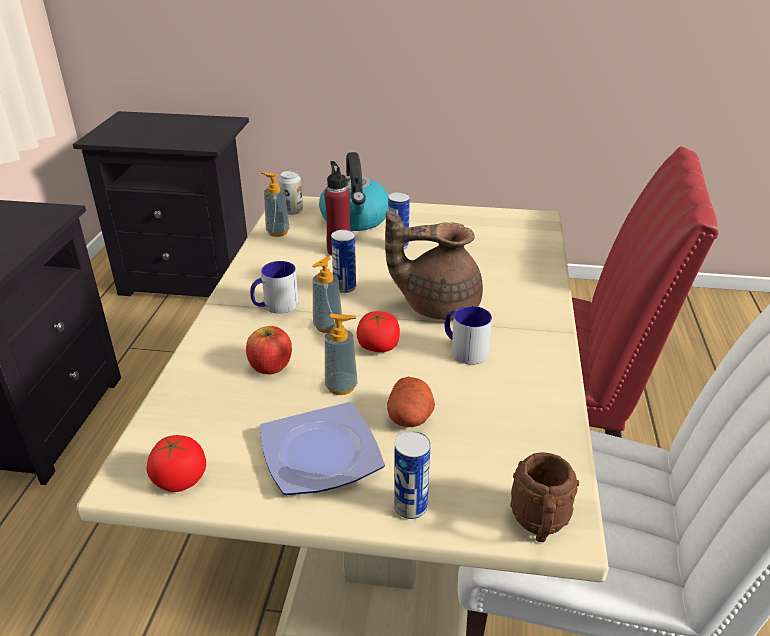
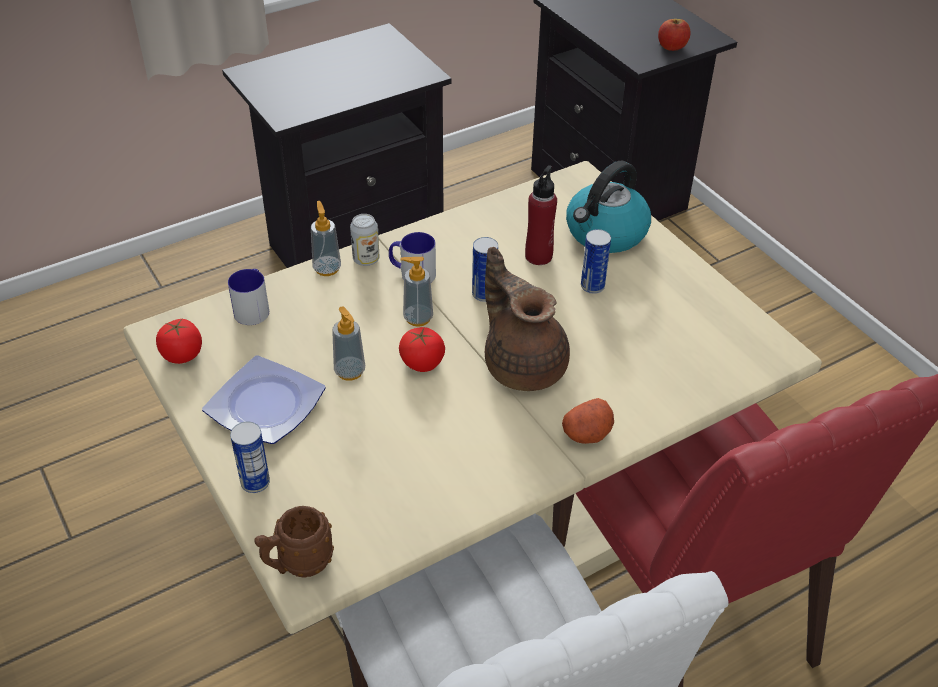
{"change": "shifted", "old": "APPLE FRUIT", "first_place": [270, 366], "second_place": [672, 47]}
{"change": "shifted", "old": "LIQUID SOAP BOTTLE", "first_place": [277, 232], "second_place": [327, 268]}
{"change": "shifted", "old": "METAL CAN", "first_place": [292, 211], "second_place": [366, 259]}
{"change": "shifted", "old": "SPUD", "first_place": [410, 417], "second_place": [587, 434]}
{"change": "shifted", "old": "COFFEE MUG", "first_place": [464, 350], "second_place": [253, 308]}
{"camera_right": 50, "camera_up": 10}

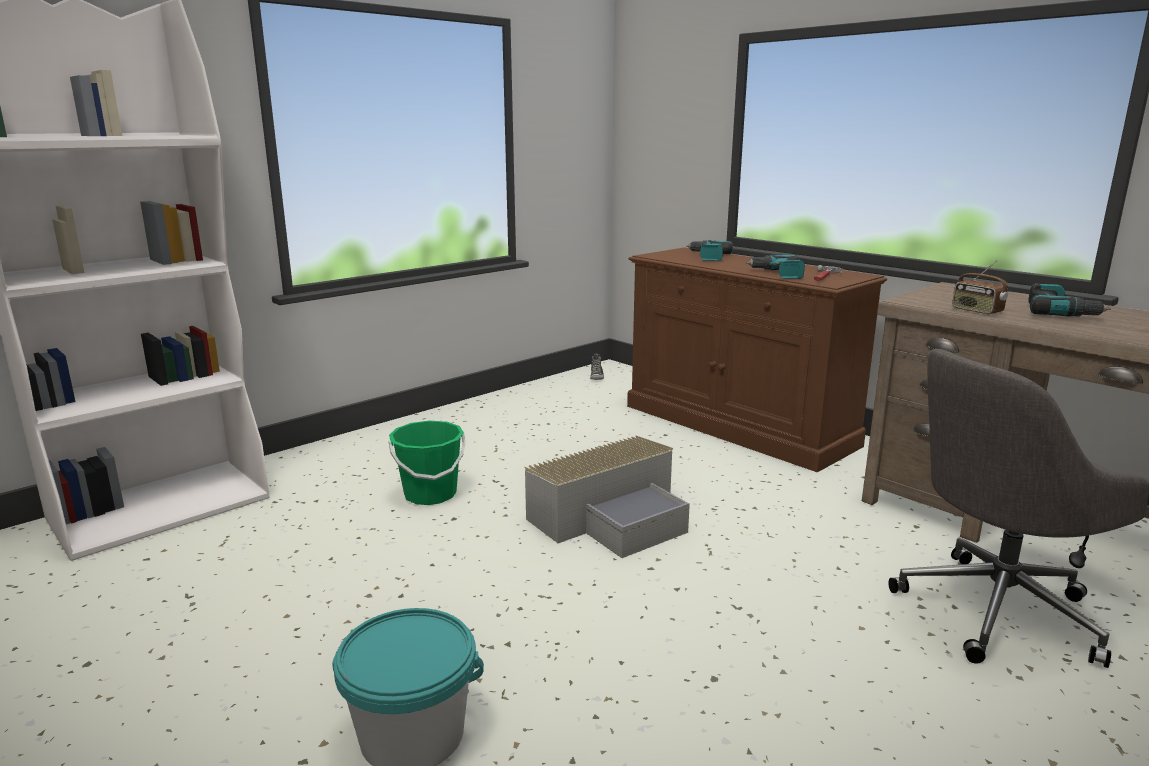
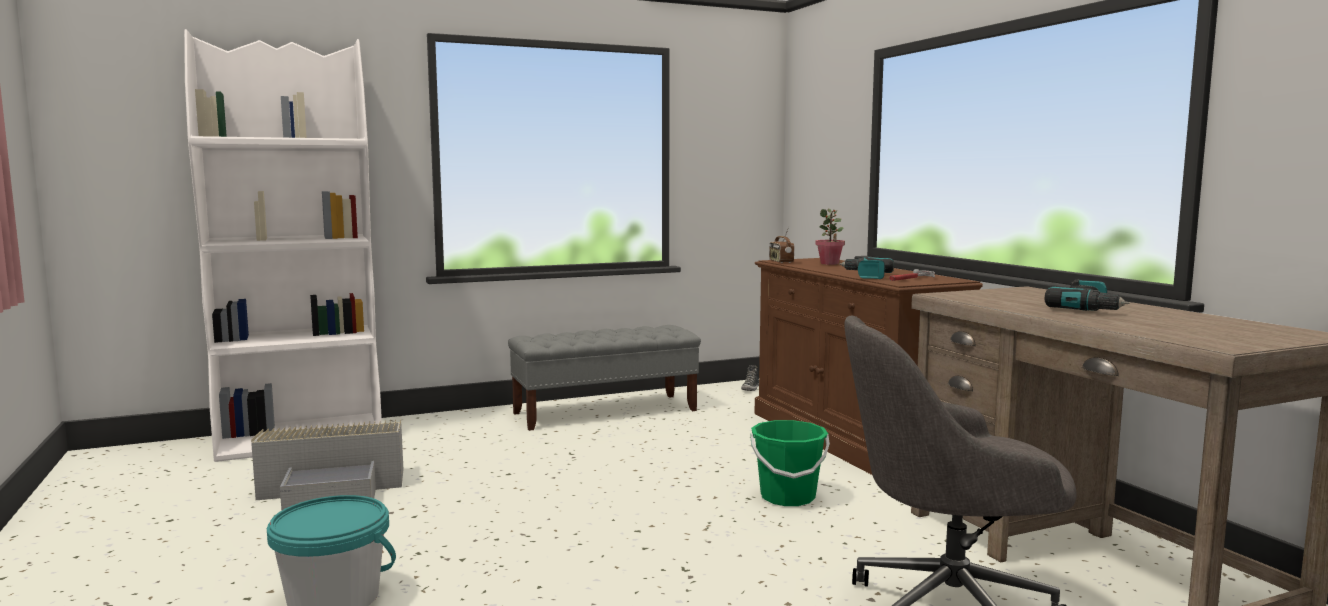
{"change": "new", "new": "GREYISH BENCH", "second_place": [606, 412]}
{"change": "shifted", "old": "GREEN-COLOURED WATER BUCKET", "first_place": [430, 494], "second_place": [787, 497]}
{"change": "shifted", "old": "GREYISH STORAGE BIN", "first_place": [612, 517], "second_place": [334, 489]}
{"change": "shifted", "old": "RADIO RECEIVER", "first_place": [976, 311], "second_place": [780, 262]}
{"change": "swapped", "old": "POWER DRILL", "new": "POTTED PLANT", "first_place": [708, 257], "second_place": [829, 263]}
{"camera_right": 20, "camera_up": -10}

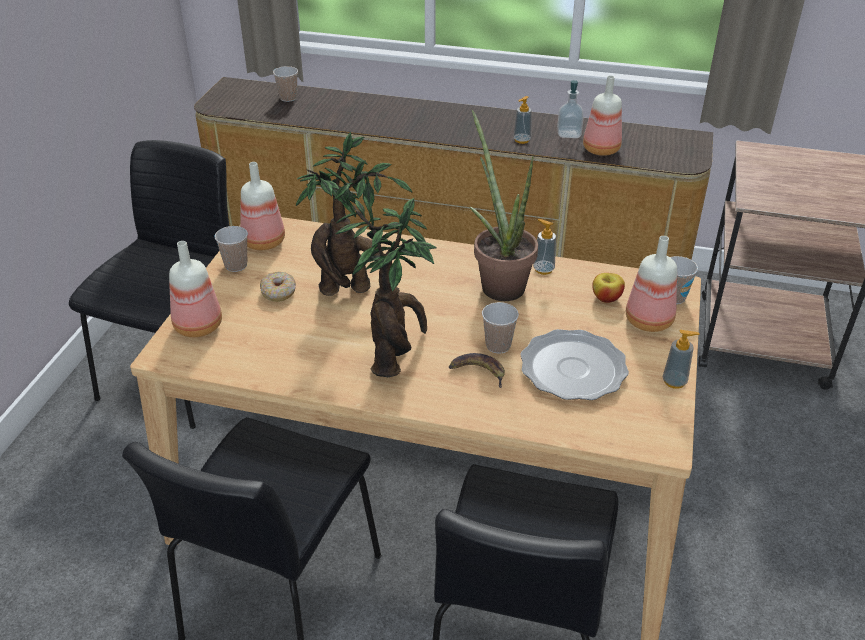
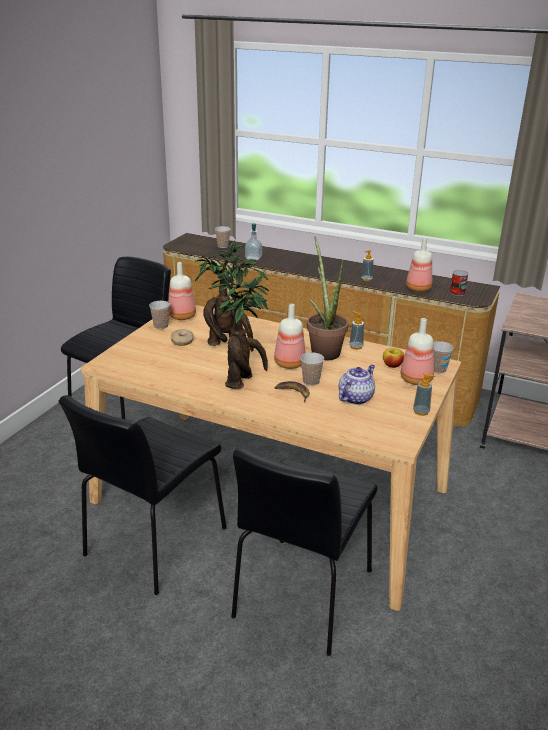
{"change": "new", "new": "METAL CAN", "second_place": [457, 292]}
{"change": "shifted", "old": "BEVERAGE BOTTLE", "first_place": [197, 326], "second_place": [288, 363]}
{"change": "shifted", "old": "LIQUID SOAP BOTTLE", "first_place": [569, 134], "second_place": [253, 258]}
{"change": "swapped", "old": "FLAT DISH", "new": "TEA POT", "first_place": [573, 368], "second_place": [355, 398]}
{"camera_right": 10, "camera_up": -10}

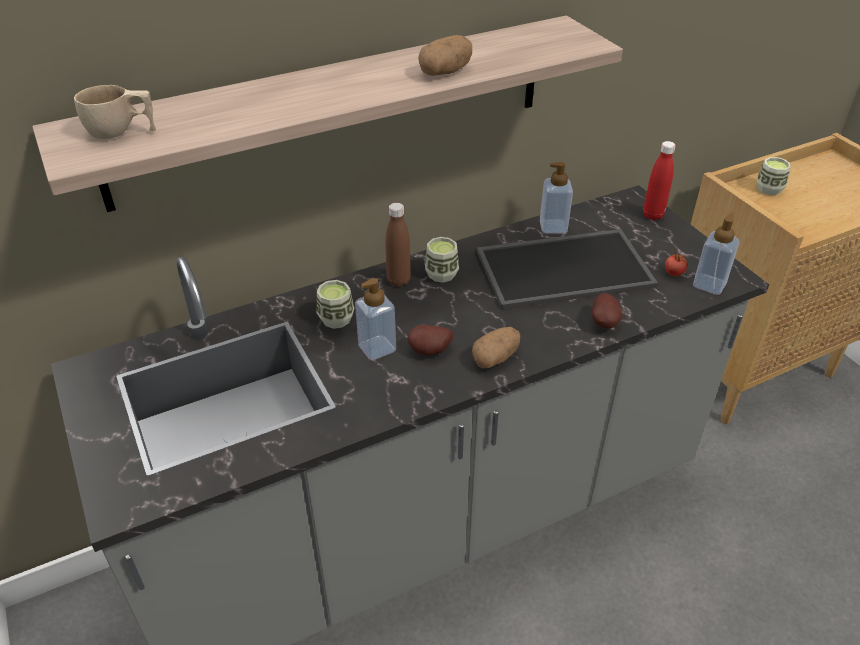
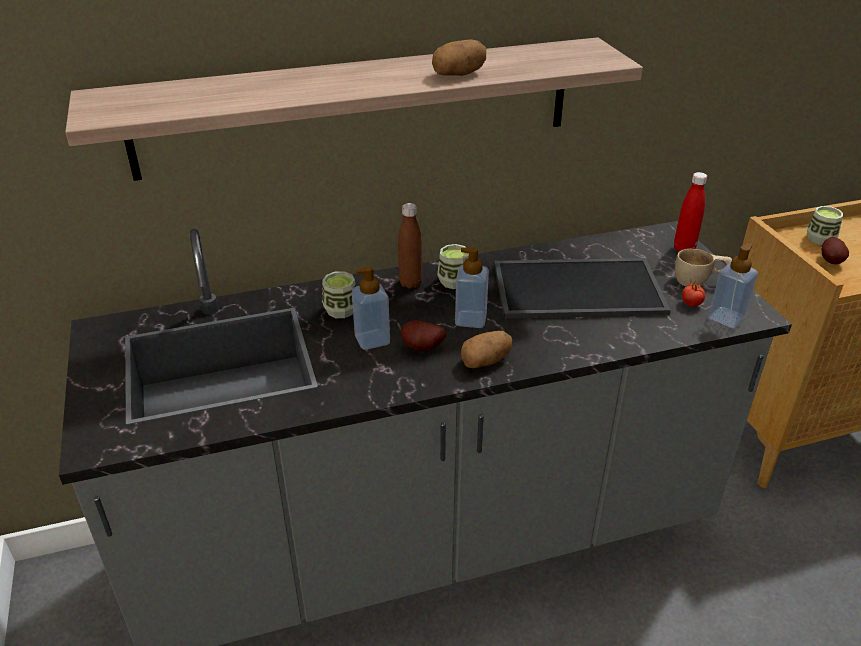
{"change": "shifted", "old": "BEIGE DRINKING CUP", "first_place": [121, 132], "second_place": [698, 282]}
{"change": "shifted", "old": "LIQUID SOAP BOTTLE", "first_place": [553, 227], "second_place": [470, 319]}
{"change": "shifted", "old": "SPUD", "first_place": [605, 323], "second_place": [831, 262]}
{"camera_right": 10, "camera_up": -5}

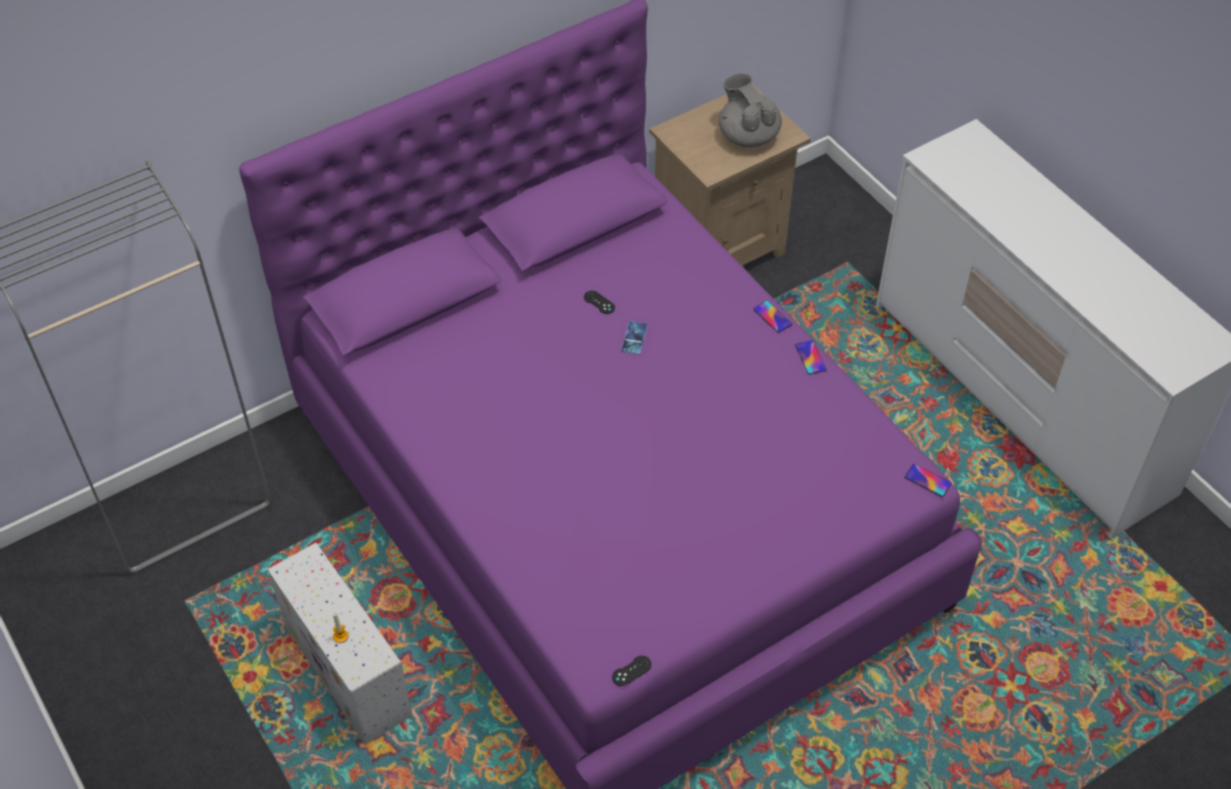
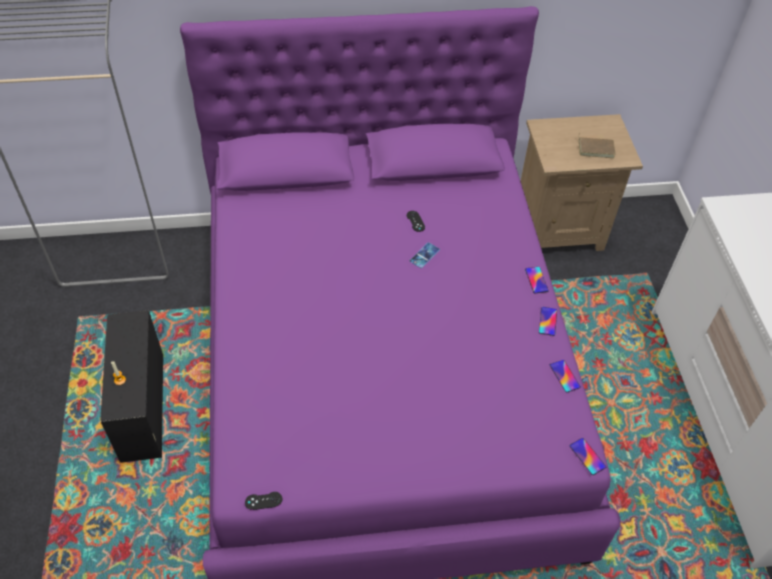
{"change": "new", "new": "HANDSET", "second_place": [564, 376]}
{"change": "swapped", "old": "GREYISH TEA POT", "new": "BROWN-COLOURED BOOK", "first_place": [748, 135], "second_place": [596, 148]}
{"change": "repainted", "old": "WHITISH STORAGE BIN", "new": "BLACKISH STORAGE BIN", "first_place": [349, 672], "second_place": [143, 408]}
{"camera_right": 25, "camera_up": 0}

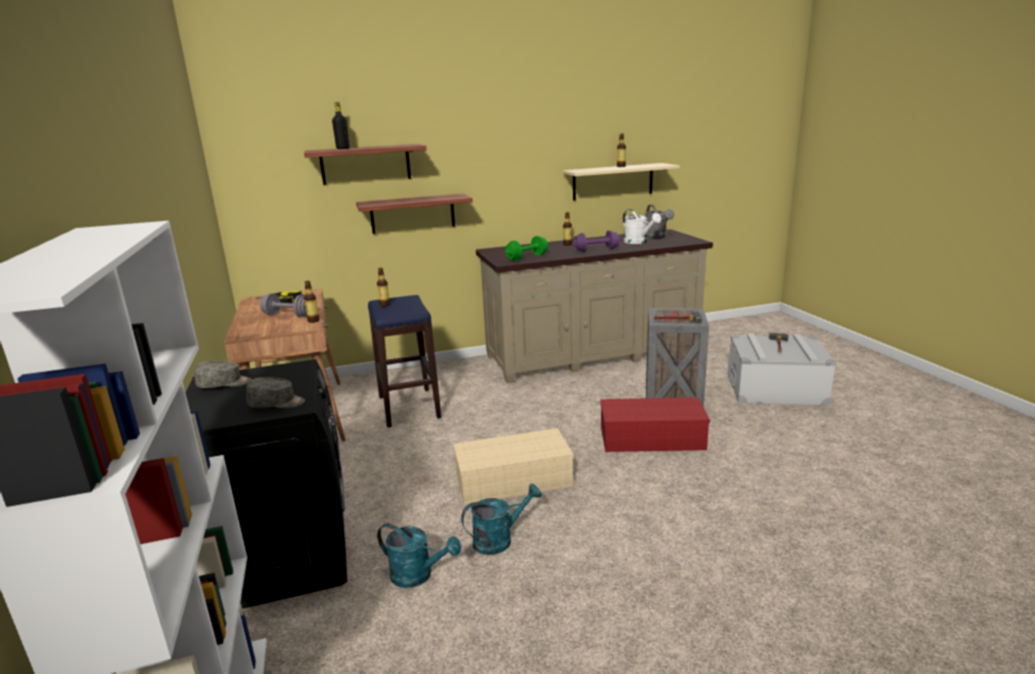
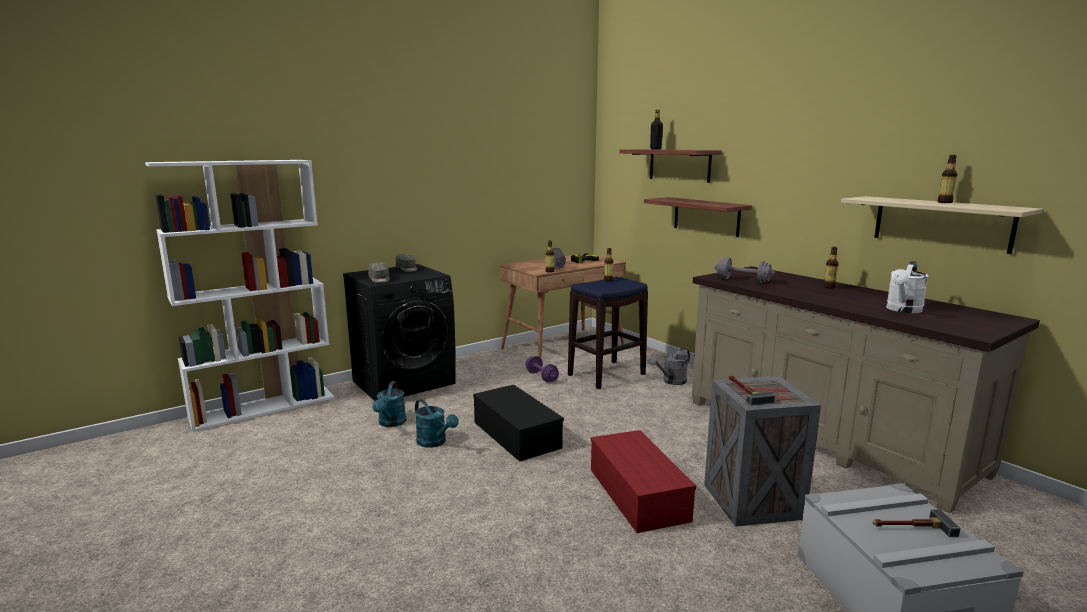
{"change": "shifted", "old": "PURPLISH HAND WEIGHT", "first_place": [596, 250], "second_place": [541, 377]}
{"change": "shifted", "old": "GREYISH SPRINKLING CAN", "first_place": [657, 237], "second_place": [671, 381]}
{"change": "repainted", "old": "BEIGE STORAGE BIN", "new": "BLACKISH STORAGE BIN", "first_place": [512, 481], "second_place": [514, 434]}
{"change": "repainted", "old": "GREEN-COLOURED HAND WEIGHT", "new": "GREYISH HAND WEIGHT", "first_place": [527, 257], "second_place": [743, 280]}
{"camera_right": 70, "camera_up": -5}

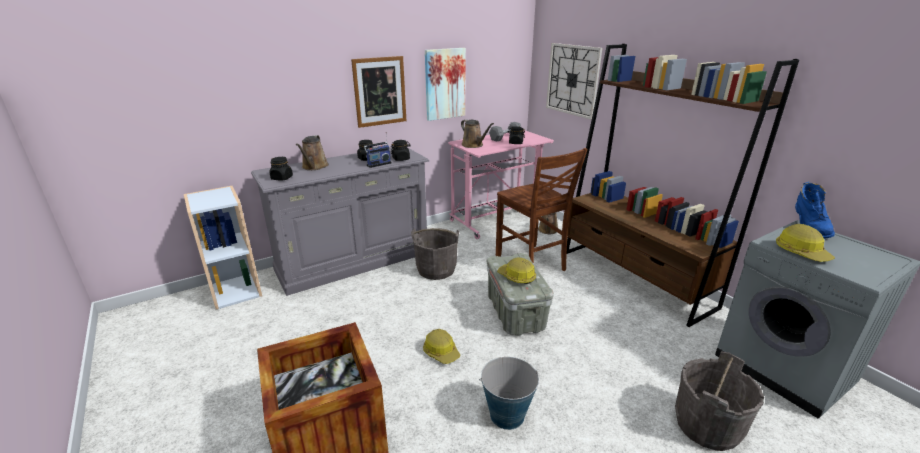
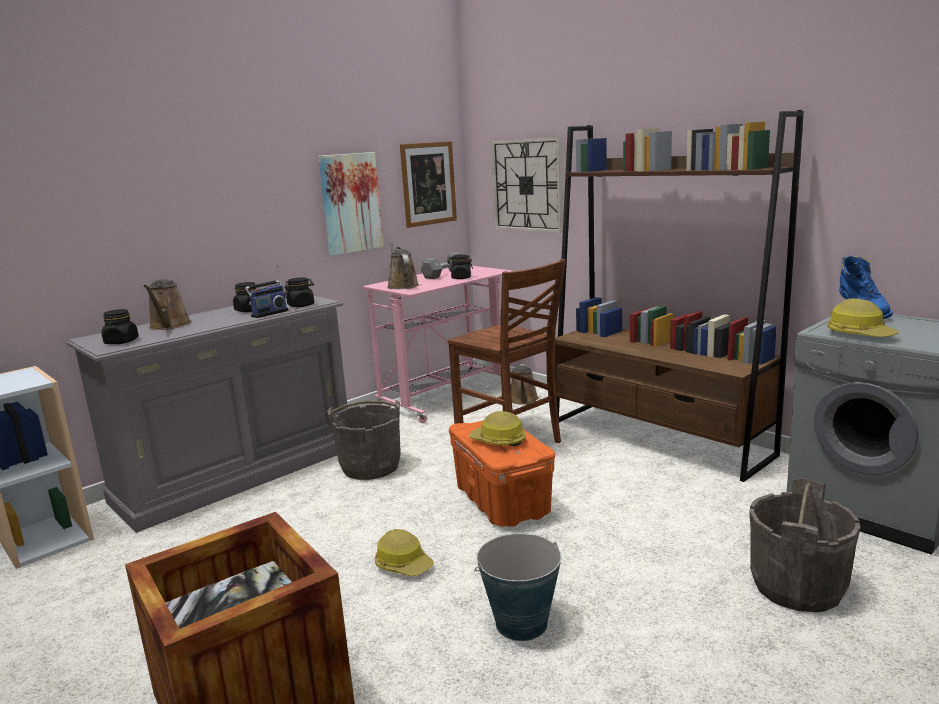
{"change": "shifted", "old": "PICTURE", "first_place": [379, 91], "second_place": [428, 183]}
{"change": "repainted", "old": "GREYISH STORAGE BIN", "new": "ORANGEY STORAGE BIN", "first_place": [515, 312], "second_place": [501, 501]}
{"change": "rotated", "old": "BROWN-COLOURED SPRINKLING CAN", "first_place": [473, 145], "second_place": [402, 285], "degrees": -150}
{"camera_right": -10, "camera_up": -10}

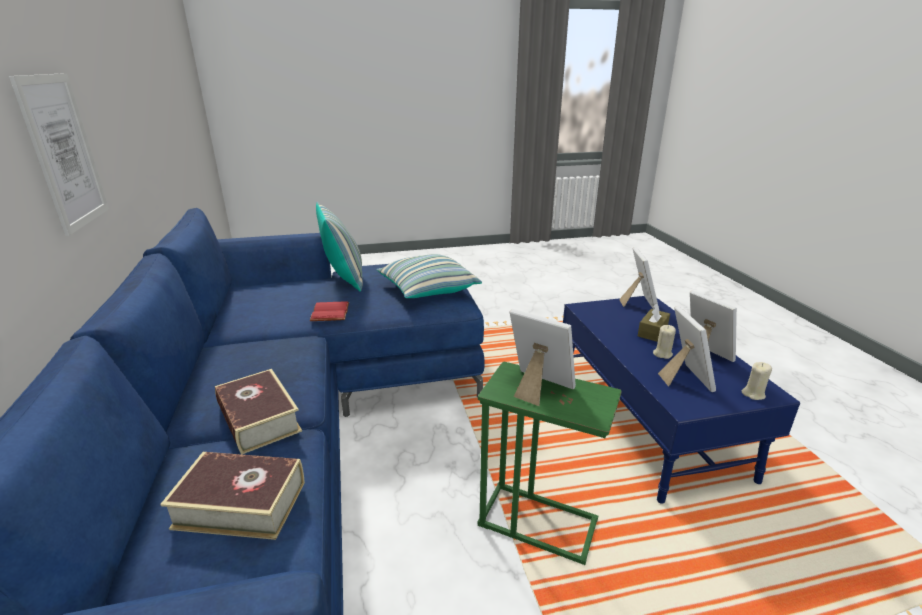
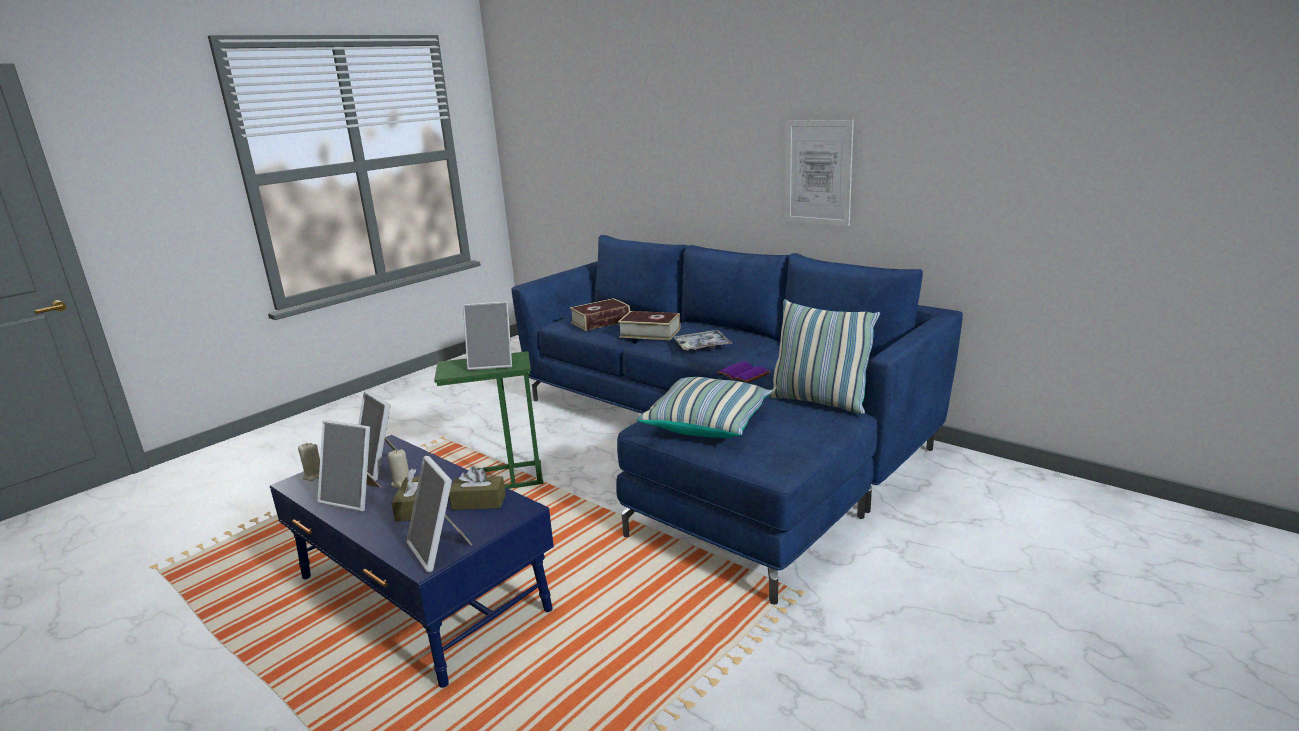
{"change": "new", "new": "BROWN-COLOURED TISSUE HOLDER", "second_place": [478, 502]}
{"change": "new", "new": "CARRYING TRAY", "second_place": [702, 346]}
{"change": "repainted", "old": "RED BOOK", "new": "PURPLISH BOOK", "first_place": [329, 312], "second_place": [744, 374]}
{"camera_right": 145, "camera_up": -5}

